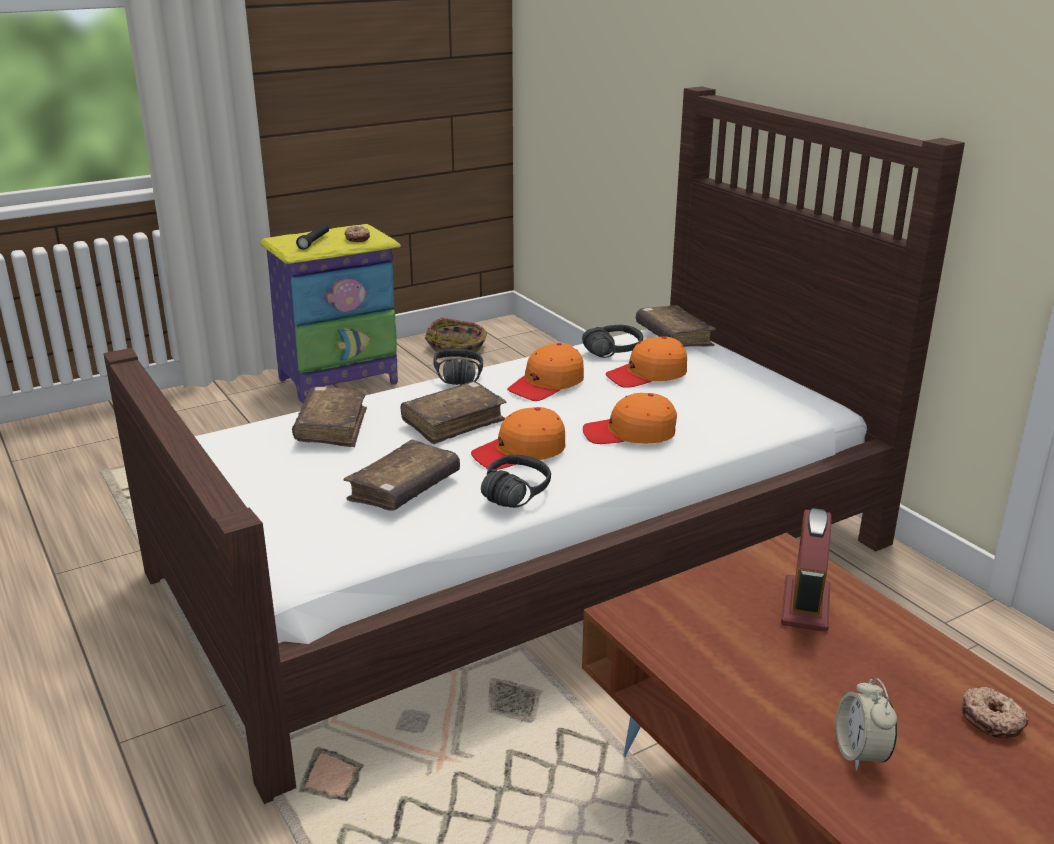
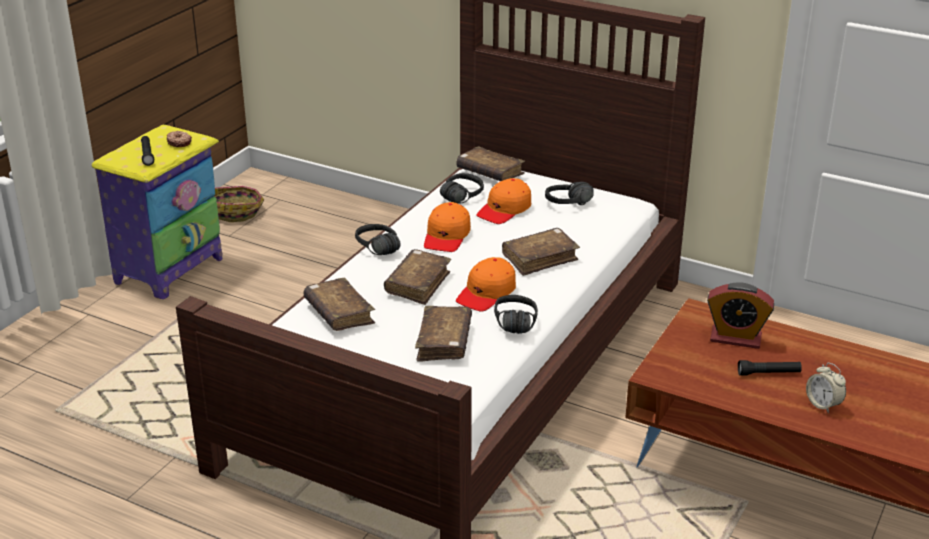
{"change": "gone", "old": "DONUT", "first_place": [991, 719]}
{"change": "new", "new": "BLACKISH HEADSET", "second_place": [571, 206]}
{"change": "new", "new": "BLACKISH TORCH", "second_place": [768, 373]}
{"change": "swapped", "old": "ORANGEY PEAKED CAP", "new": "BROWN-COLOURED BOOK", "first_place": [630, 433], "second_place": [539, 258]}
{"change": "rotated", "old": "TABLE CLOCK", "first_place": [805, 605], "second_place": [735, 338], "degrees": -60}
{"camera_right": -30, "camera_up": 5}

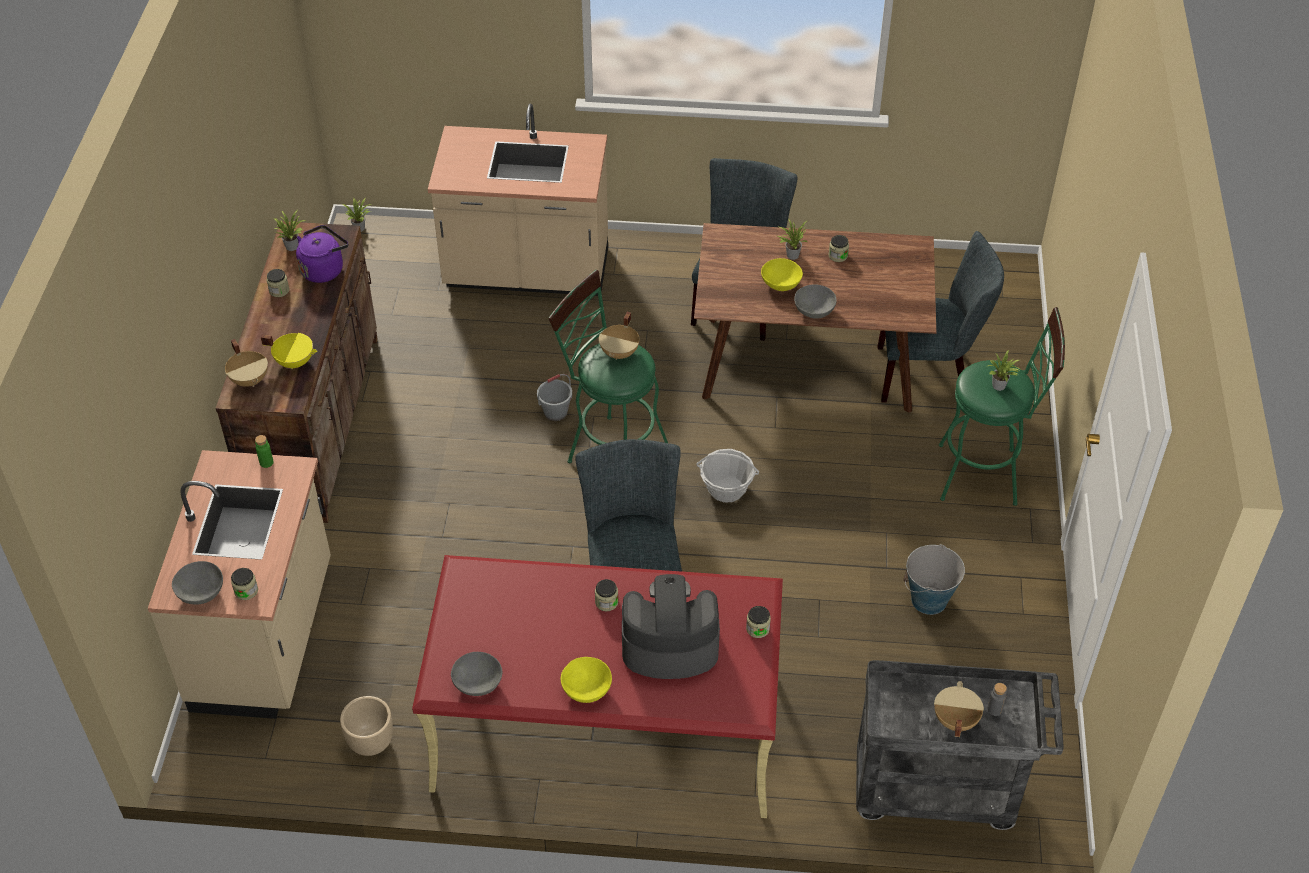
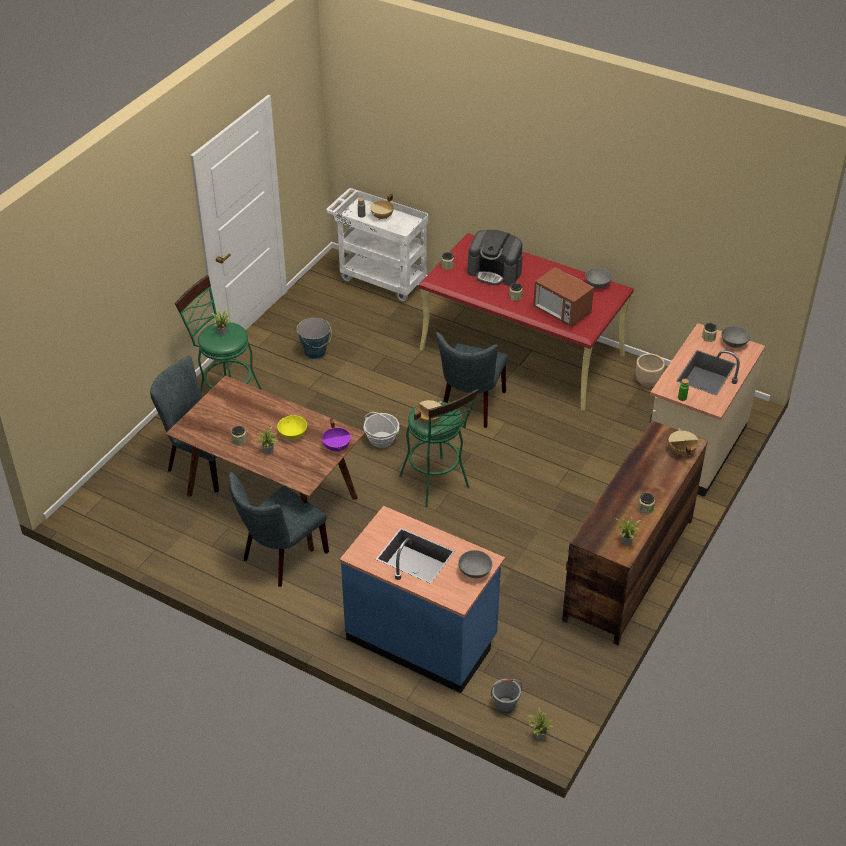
{"change": "gone", "old": "YELLOW-COLOURED SAUCEPOT", "first_place": [295, 361]}
{"change": "gone", "old": "PURPLISH TEA KETTLE", "first_place": [324, 269]}
{"change": "gone", "old": "YELLOW-COLOURED DEEP DISH", "first_place": [586, 690]}
{"change": "new", "new": "PURPLISH SAUCEPOT", "second_place": [337, 447]}
{"change": "new", "new": "MICROWAVE OVEN", "second_place": [561, 312]}
{"change": "shifted", "old": "GREYISH WATER BUCKET", "first_place": [555, 412], "second_place": [505, 705]}
{"change": "shifted", "old": "GREYISH DEEP DISH", "first_place": [814, 311], "second_place": [475, 571]}
{"change": "repainted", "old": "BEIGE COUNTER", "new": "BLUISH COUNTER", "first_place": [527, 273], "second_place": [422, 638]}
{"change": "repainted", "old": "BLACKISH TROLLEY", "new": "WHITISH TROLLEY", "first_place": [941, 796], "second_place": [379, 282]}
{"camera_right": -155, "camera_up": -5}

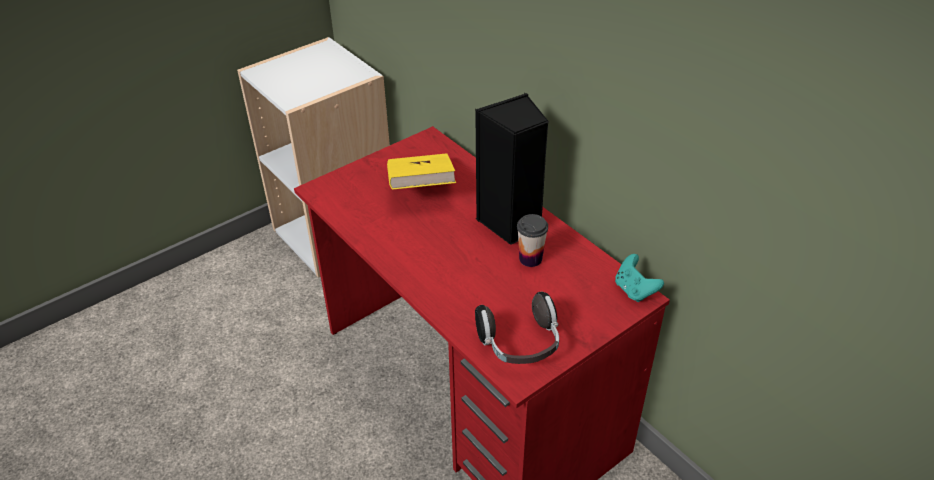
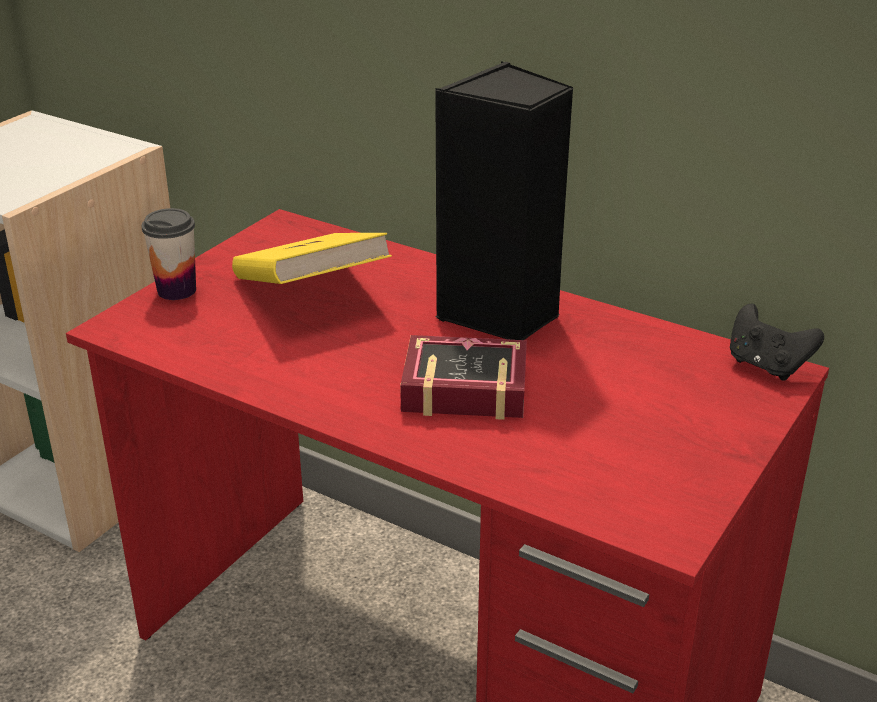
{"change": "gone", "old": "HEADSET", "first_place": [520, 344]}
{"change": "new", "new": "BOOK", "second_place": [459, 386]}
{"change": "shifted", "old": "DRINKING CUP", "first_place": [530, 259], "second_place": [176, 290]}
{"change": "repainted", "old": "TURQUOISE GAMEPAD", "new": "BLACKISH GAMEPAD", "first_place": [634, 290], "second_place": [766, 366]}
{"camera_right": -20, "camera_up": -10}

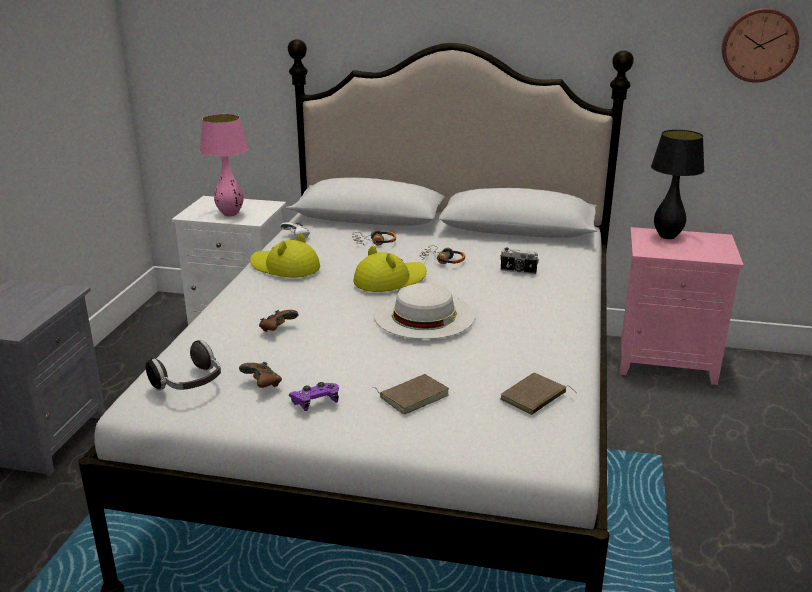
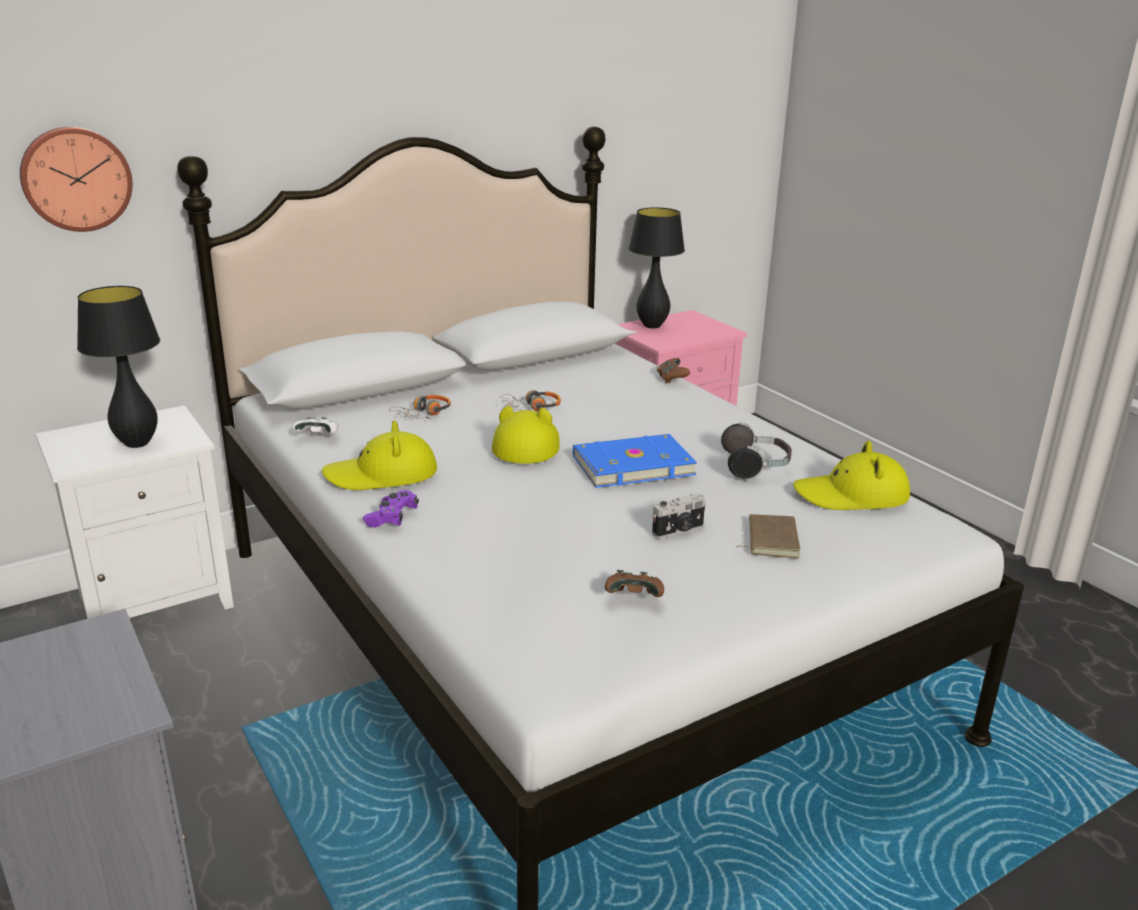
{"change": "shifted", "old": "HEADSET", "first_place": [189, 384], "second_place": [755, 467]}
{"change": "shifted", "old": "BROWN-COLOURED GAMEPAD", "first_place": [278, 329], "second_place": [671, 379]}
{"change": "shifted", "old": "PURPLISH GAMEPAD", "first_place": [315, 402], "second_place": [392, 518]}
{"change": "shifted", "old": "PHOTO CAMERA", "first_place": [518, 271], "second_place": [679, 531]}
{"change": "shifted", "old": "CLOCK ON THE WALL", "first_place": [759, 45], "second_place": [76, 178]}
{"change": "swapped", "old": "WHITISH HAT", "new": "BLUISH BOOK", "first_place": [424, 315], "second_place": [631, 464]}
{"change": "swapped", "old": "BROWN-COLOURED BOOK", "new": "YELLOW-COLOURED HAT", "first_place": [534, 398], "second_place": [851, 495]}
{"change": "repainted", "old": "PINKISH LAMP FOR A TABLE", "new": "BLACKISH LAMP FOR A TABLE", "first_place": [230, 214], "second_place": [137, 443]}
{"camera_right": -45, "camera_up": 0}

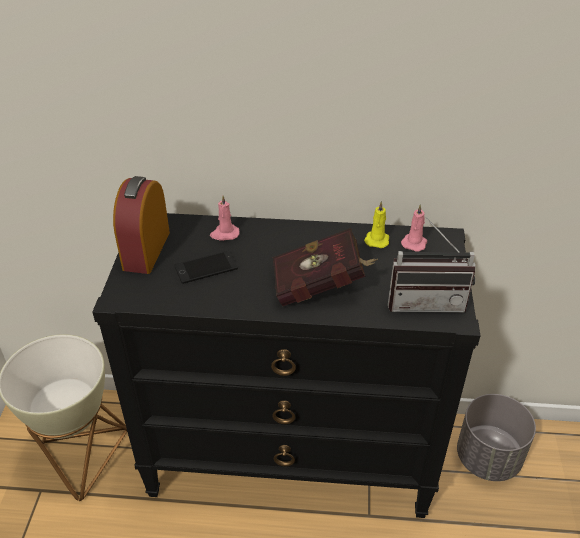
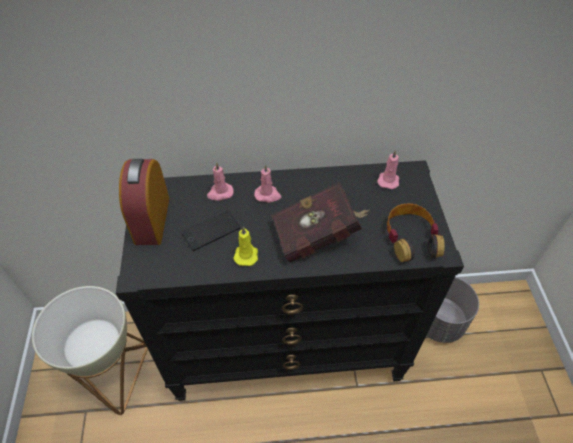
{"change": "new", "new": "PINKISH CANDLE", "second_place": [268, 195]}
{"change": "shifted", "old": "YELLOW-COLOURED CANDLE", "first_place": [377, 239], "second_place": [246, 254]}
{"change": "swapped", "old": "RADIO RECEIVER", "new": "HEADSET", "first_place": [426, 300], "second_place": [411, 237]}
{"camera_right": -10, "camera_up": 10}

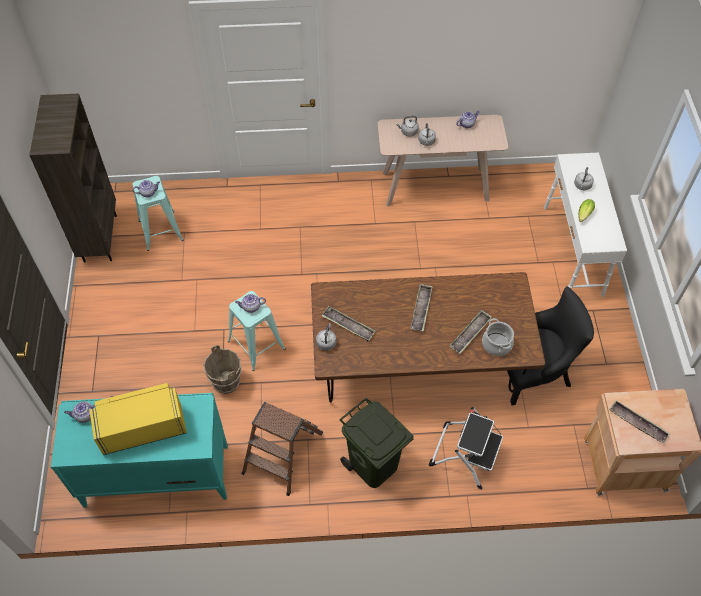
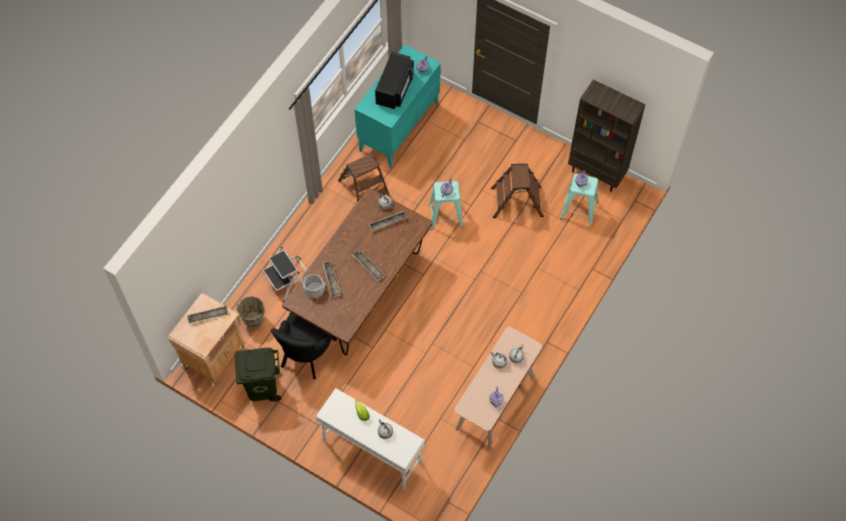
{"change": "new", "new": "BROWN-COLOURED STEP LADDER", "second_place": [517, 202]}
{"change": "shifted", "old": "BROWN-COLOURED WATER BUCKET", "first_place": [226, 383], "second_place": [254, 320]}
{"change": "shifted", "old": "GREEN-COLOURED RUBBISH BIN", "first_place": [373, 465], "second_place": [262, 387]}
{"change": "repainted", "old": "YELLOW-COLOURED MICROWAVE OVEN", "new": "BLACKISH MICROWAVE OVEN", "first_place": [142, 428], "second_place": [395, 88]}
{"camera_right": 125, "camera_up": 5}

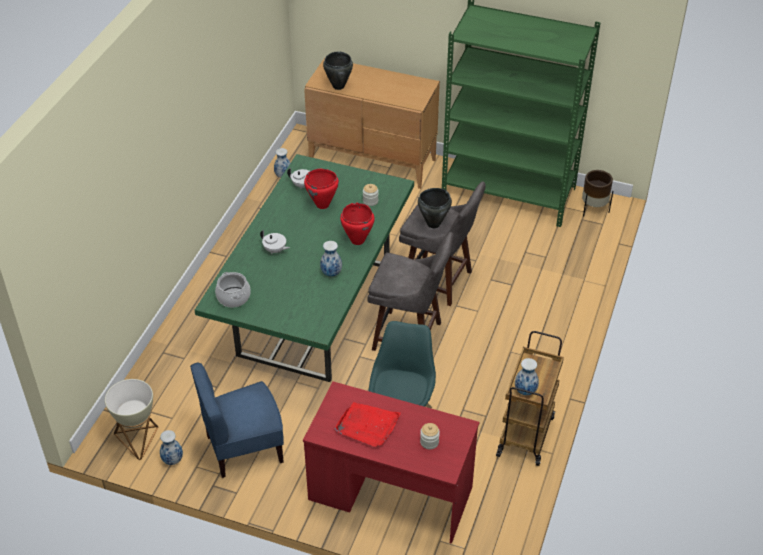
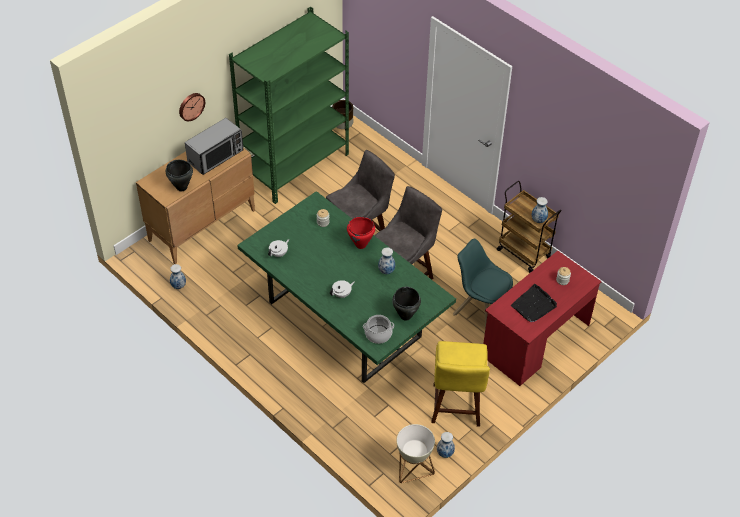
{"change": "gone", "old": "RED SAUCEPOT", "first_place": [322, 205]}
{"change": "new", "new": "CLOCK ON THE WALL", "second_place": [191, 106]}
{"change": "new", "new": "MICROWAVE OVEN", "second_place": [216, 156]}
{"change": "shifted", "old": "BLACKISH SAUCEPOT", "first_place": [433, 224], "second_place": [405, 316]}
{"change": "swapped", "old": "BLUISH PLAIN CHAIR", "new": "YELLOW-COLOURED STOOL SEAT", "first_place": [244, 448], "second_place": [456, 407]}
{"change": "repainted", "old": "RED CARRYING TRAY", "new": "BLACKISH CARRYING TRAY", "first_place": [367, 425], "second_place": [533, 305]}
{"camera_right": -65, "camera_up": 5}

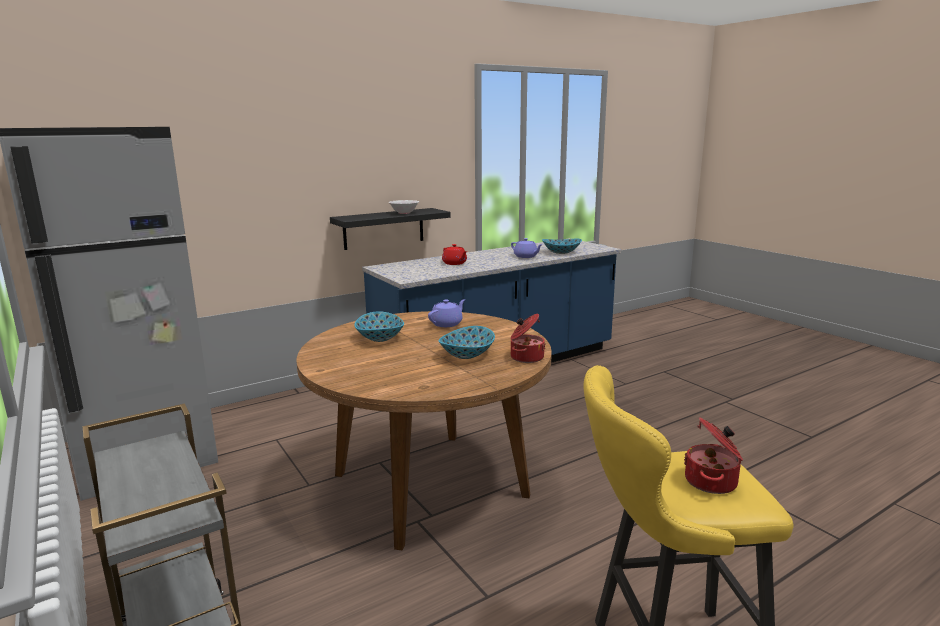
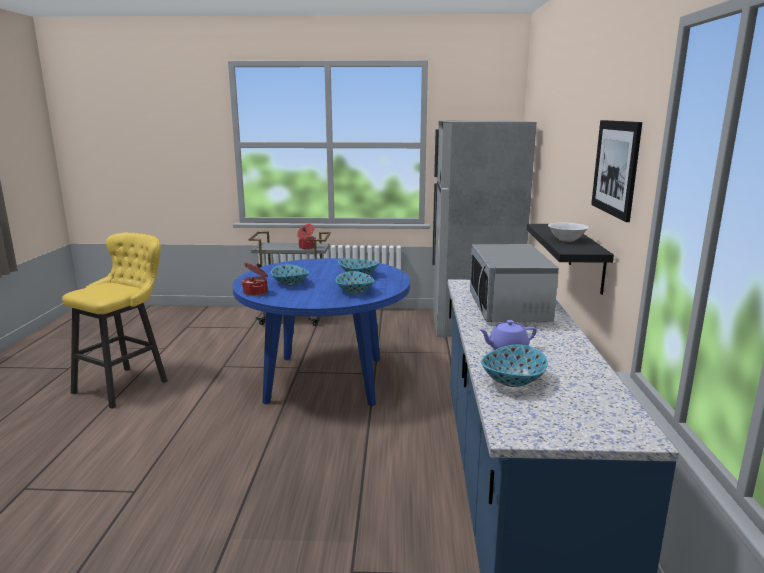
{"change": "new", "new": "PICTURE", "second_place": [615, 167]}
{"change": "shifted", "old": "SAUCEPOT", "first_place": [712, 482], "second_place": [307, 247]}
{"change": "swapped", "old": "PURPLISH TEA POT", "new": "DEEP DISH", "first_place": [447, 324], "second_place": [355, 291]}
{"change": "swapped", "old": "RED TEA POT", "new": "MICROWAVE OVEN", "first_place": [455, 263], "second_place": [509, 309]}
{"change": "repainted", "old": "BROWN-COLOURED DINING TABLE", "new": "BLUISH DINING TABLE", "first_place": [430, 484], "second_place": [325, 379]}
{"camera_right": 125, "camera_up": 0}

